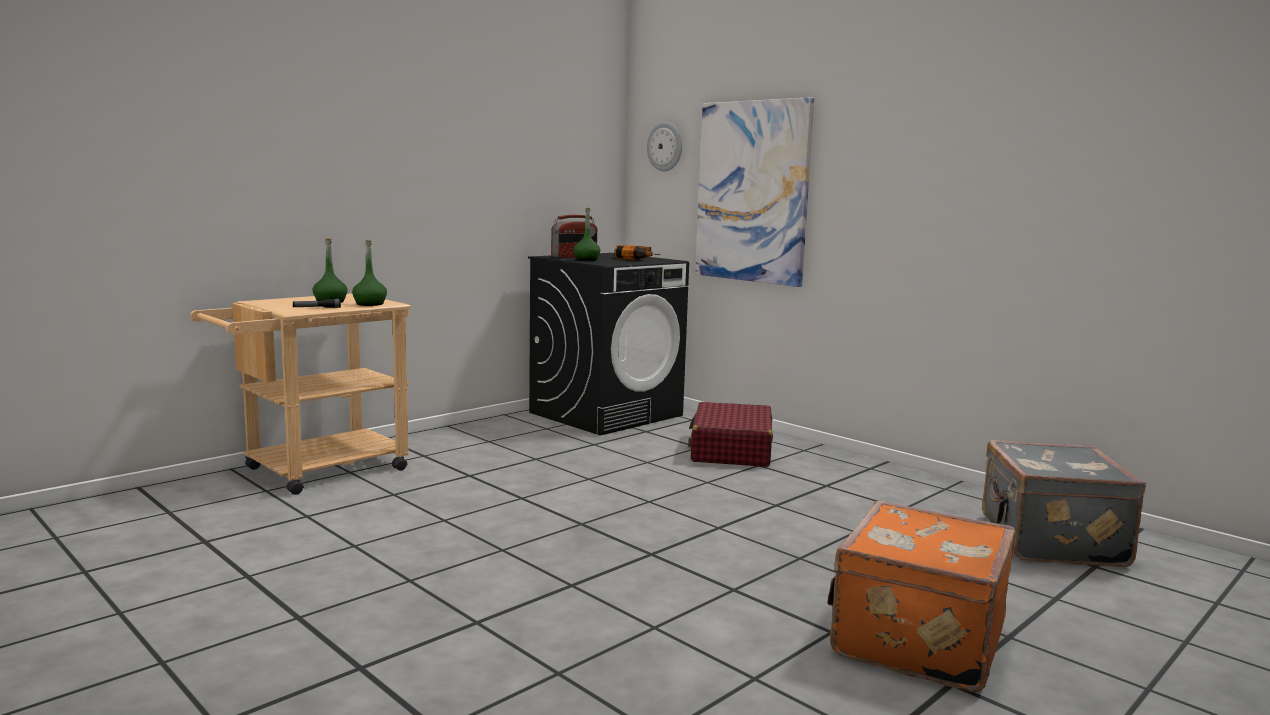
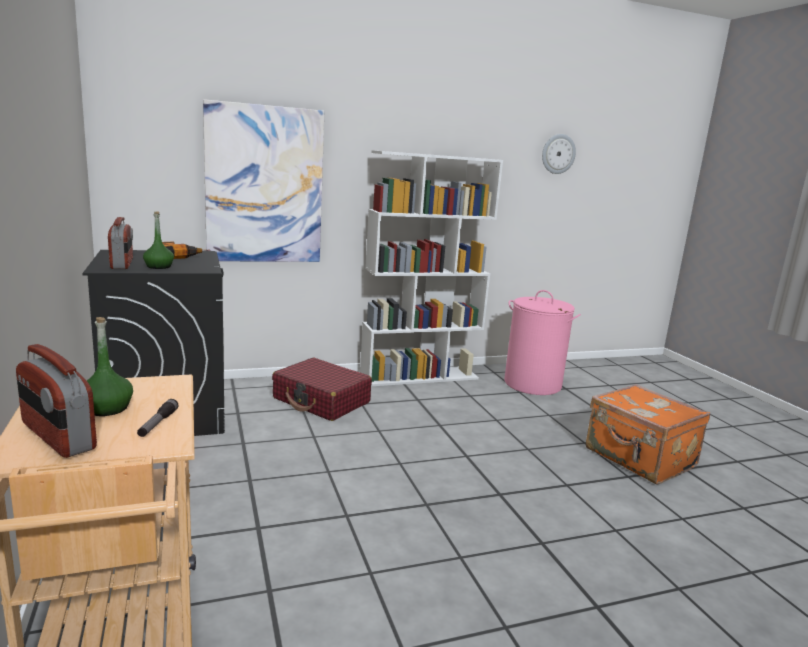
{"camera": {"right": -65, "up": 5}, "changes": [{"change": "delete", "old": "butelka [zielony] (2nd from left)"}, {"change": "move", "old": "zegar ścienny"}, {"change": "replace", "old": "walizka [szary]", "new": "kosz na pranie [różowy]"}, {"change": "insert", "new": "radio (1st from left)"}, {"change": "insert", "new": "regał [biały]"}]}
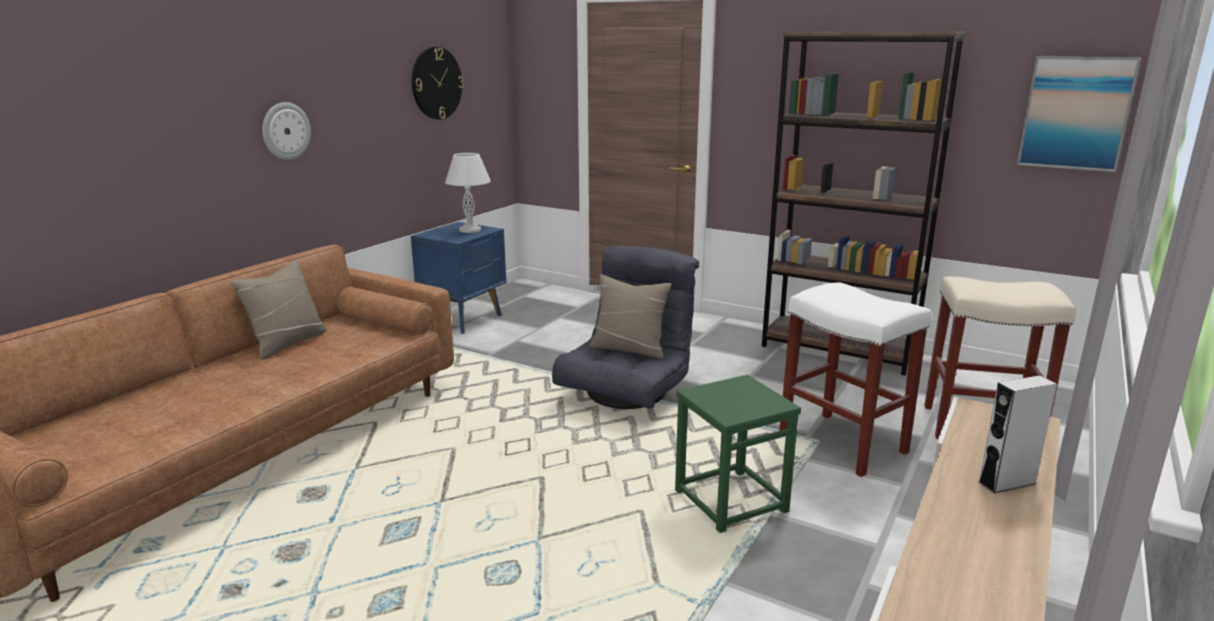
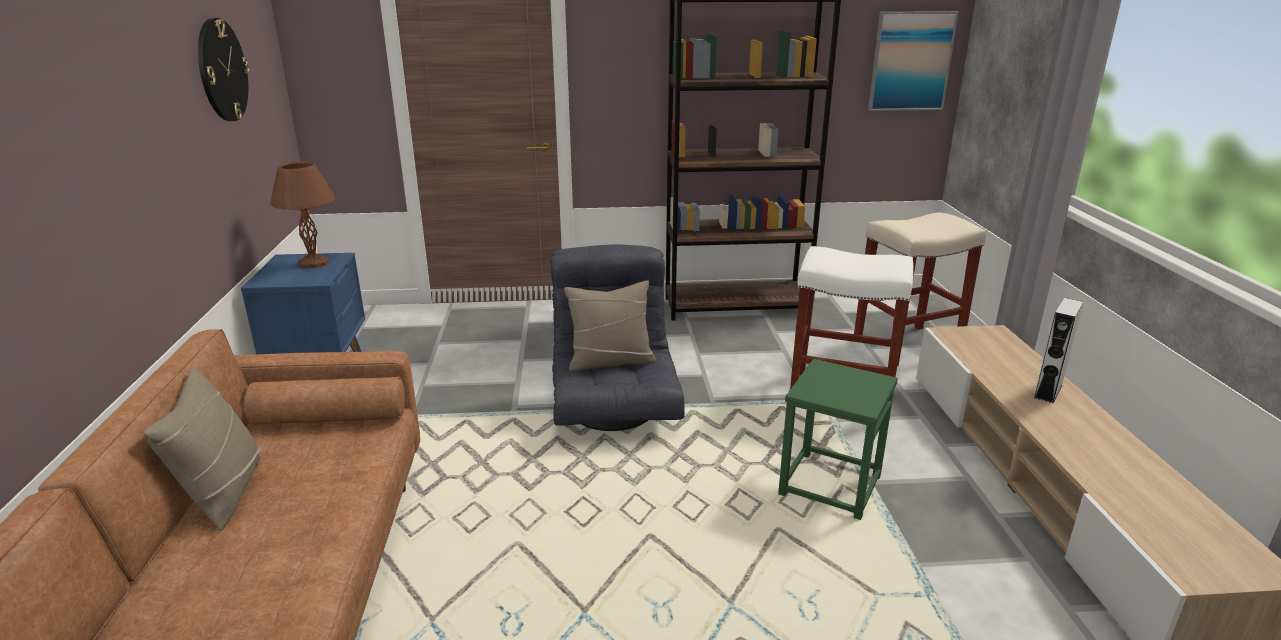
{"camera": {"right": -35, "up": 5}, "changes": [{"change": "delete", "old": "zegar ścienny (1st from left)"}, {"change": "recolor", "old": "lampa stołowa [biały]", "new": "lampa stołowa [brązowy]"}]}
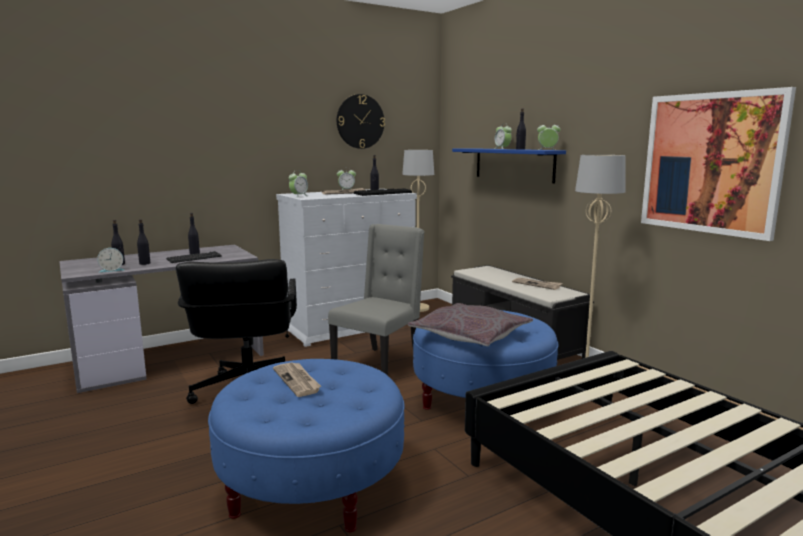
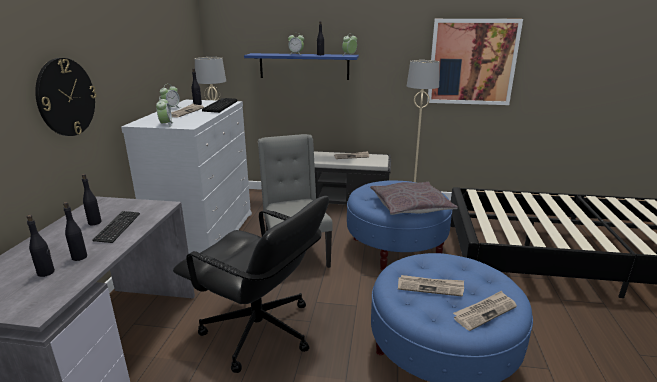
{"camera": {"right": -50, "up": 10}, "changes": [{"change": "delete", "old": "budzik (1st from left)"}, {"change": "move", "old": "zegar ścienny"}, {"change": "insert", "new": "gazeta (4th from left)"}]}
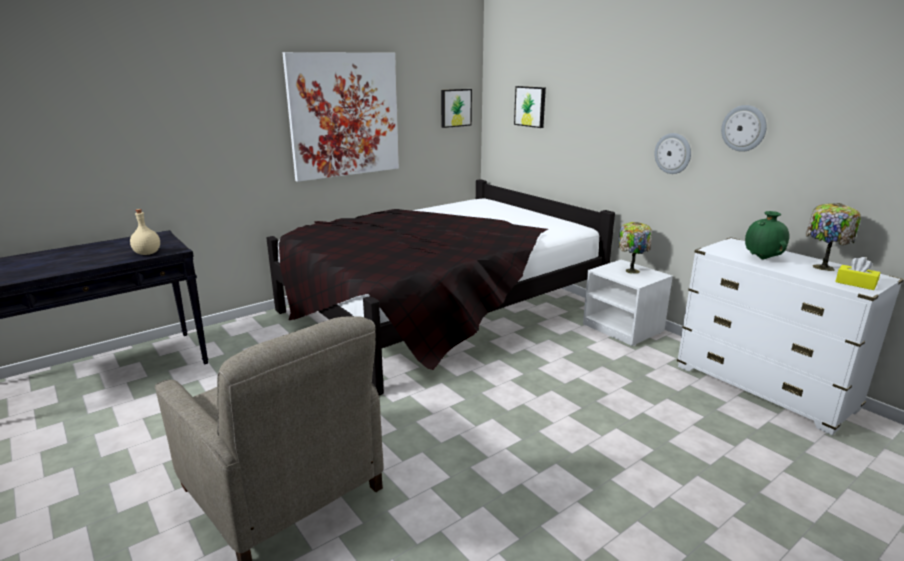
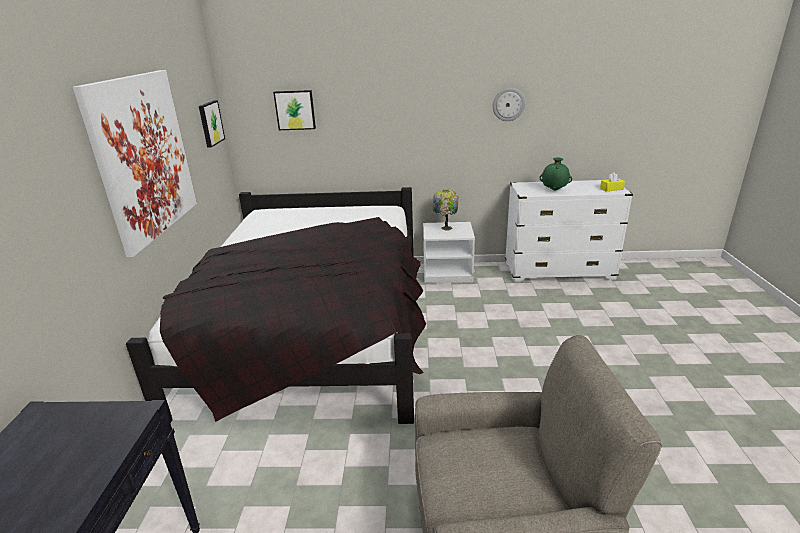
{"camera": {"right": -50, "up": 5}, "changes": [{"change": "delete", "old": "butelka [beżowy]"}, {"change": "delete", "old": "zegar ścienny (1st from left)"}, {"change": "delete", "old": "lampa stołowa (2nd from left)"}]}
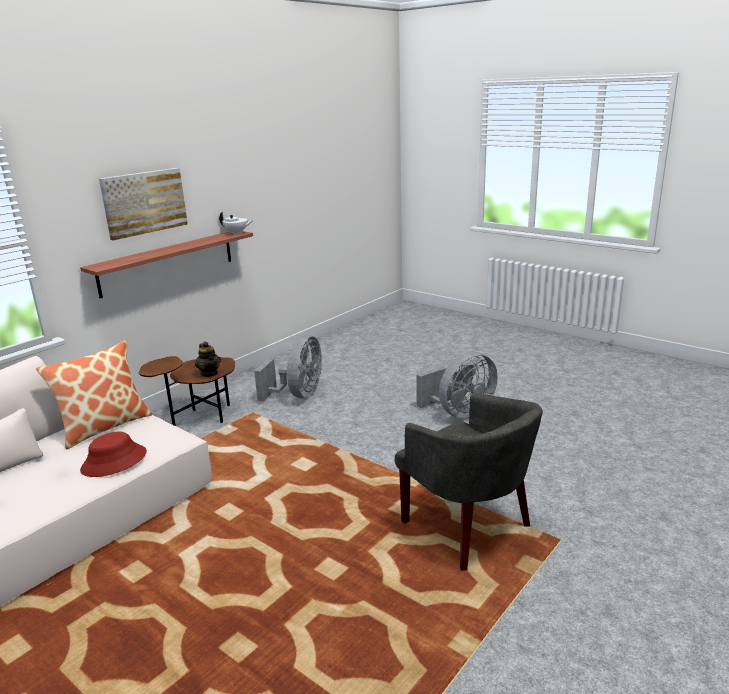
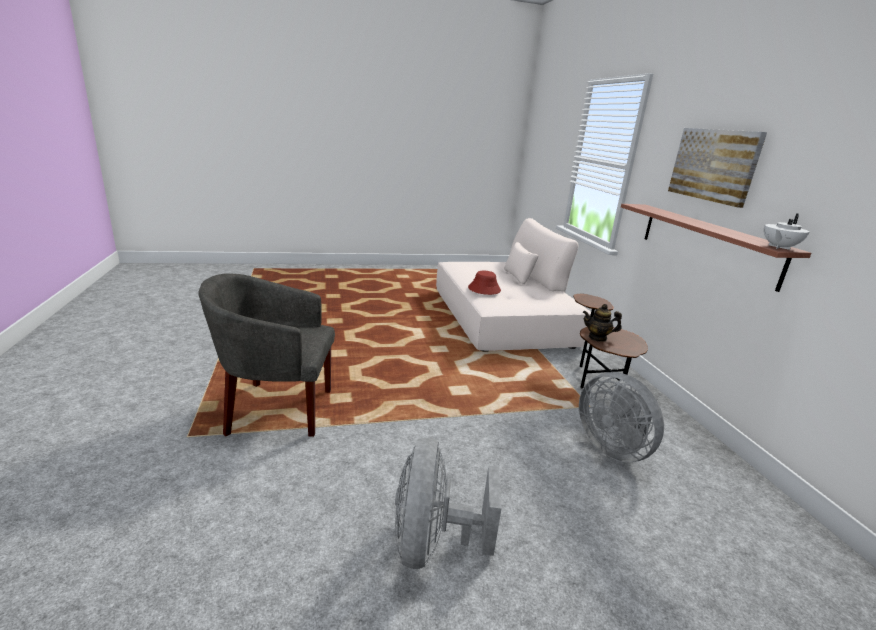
{"camera": {"right": 125, "up": 0}, "changes": [{"change": "delete", "old": "poduszka"}]}
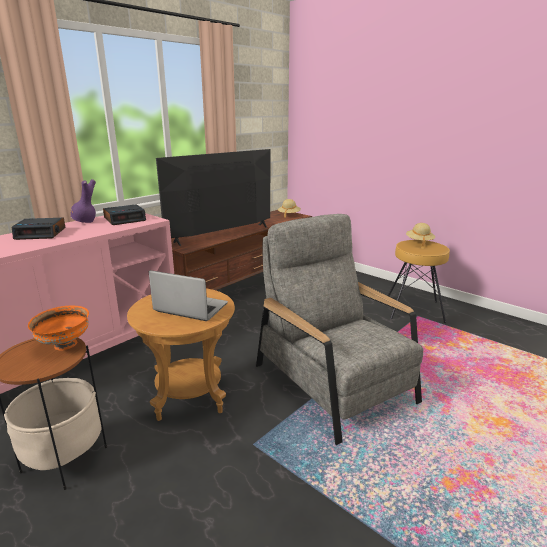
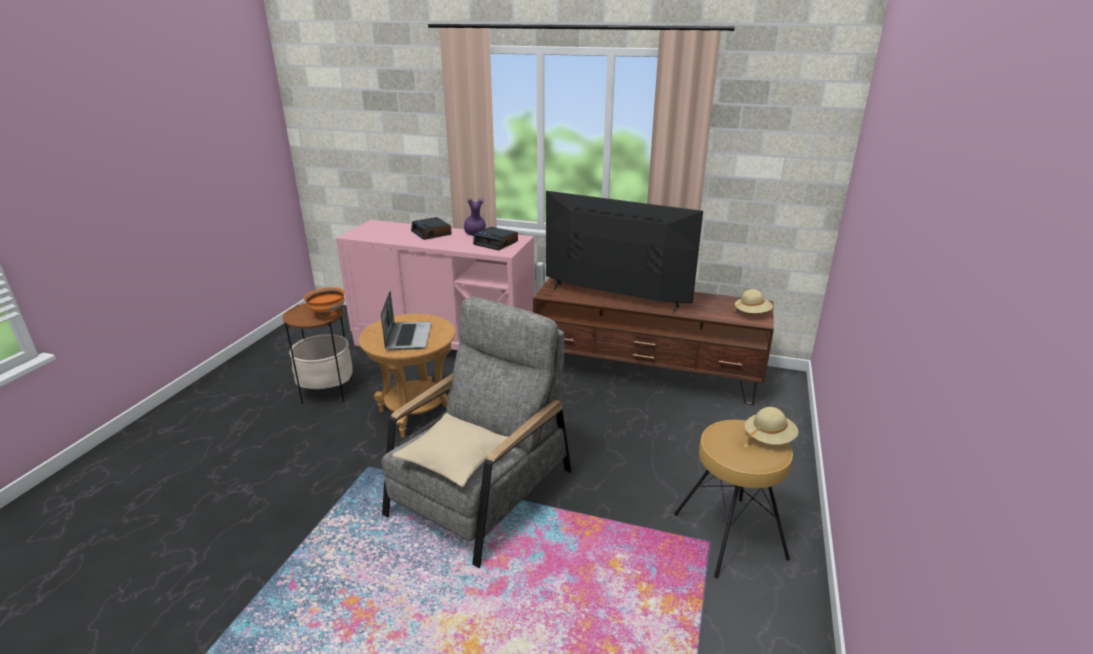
{"camera": {"right": 65, "up": 5}, "changes": [{"change": "insert", "new": "poduszka [beżowy]"}]}
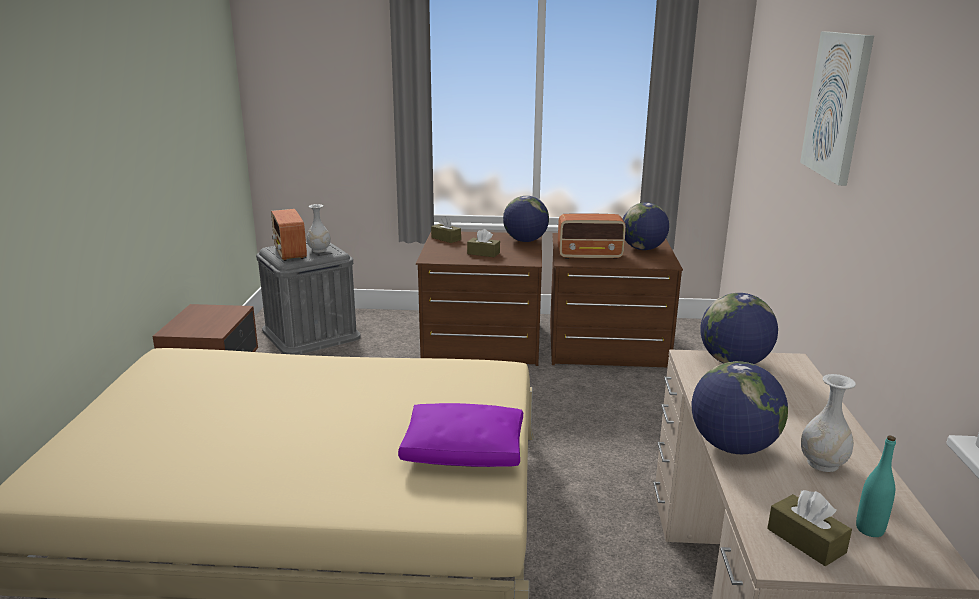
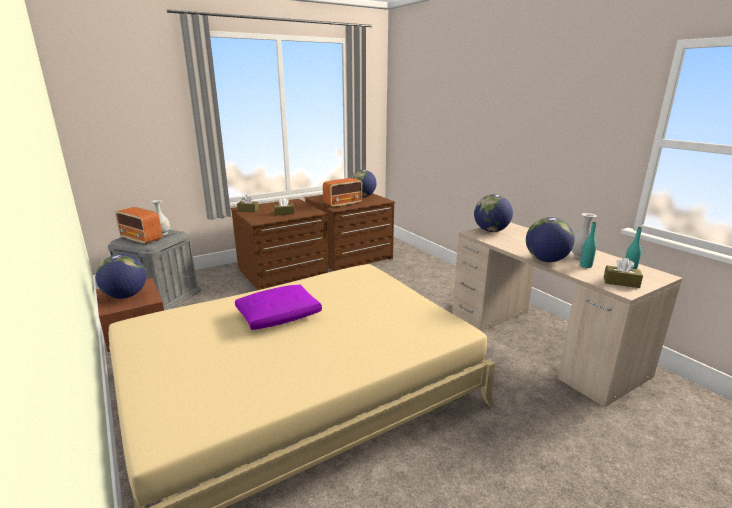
{"camera": {"right": -35, "up": 0}, "changes": [{"change": "move", "old": "poduszka [fioletowy]"}, {"change": "move", "old": "globus (1st from left)"}, {"change": "delete", "old": "obraz"}, {"change": "insert", "new": "butelka [turkusowy] (1st from left)"}]}
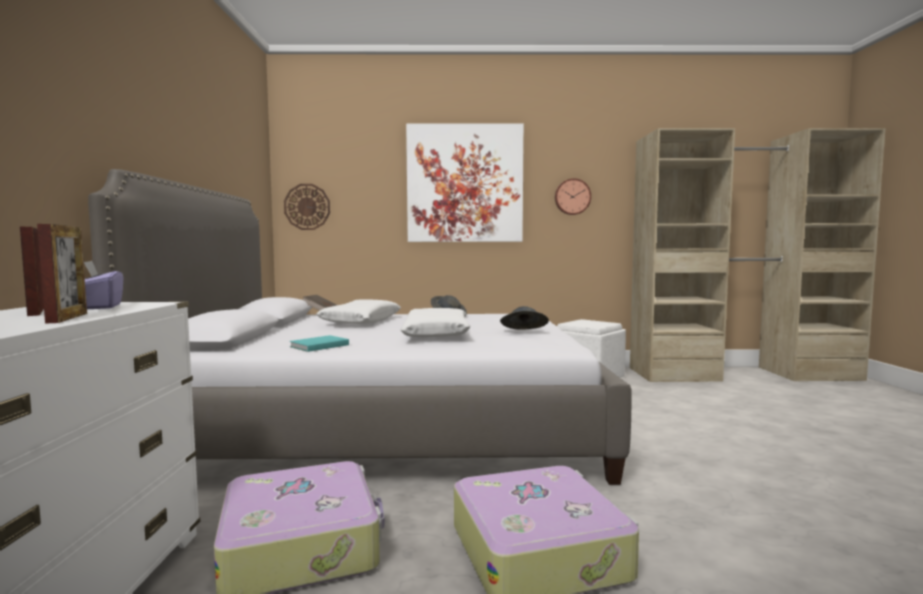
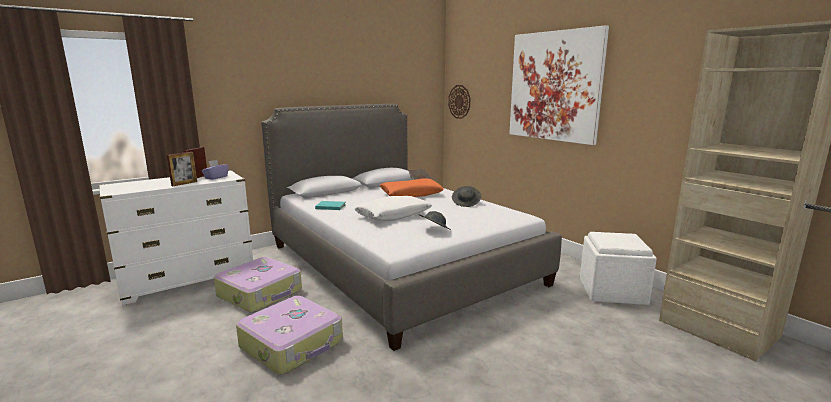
{"camera": {"right": 55, "up": 10}, "changes": [{"change": "recolor", "old": "poduszka [biały] (1st from left)", "new": "poduszka [pomarańczowy]"}, {"change": "delete", "old": "zegar ścienny (2nd from left)"}]}
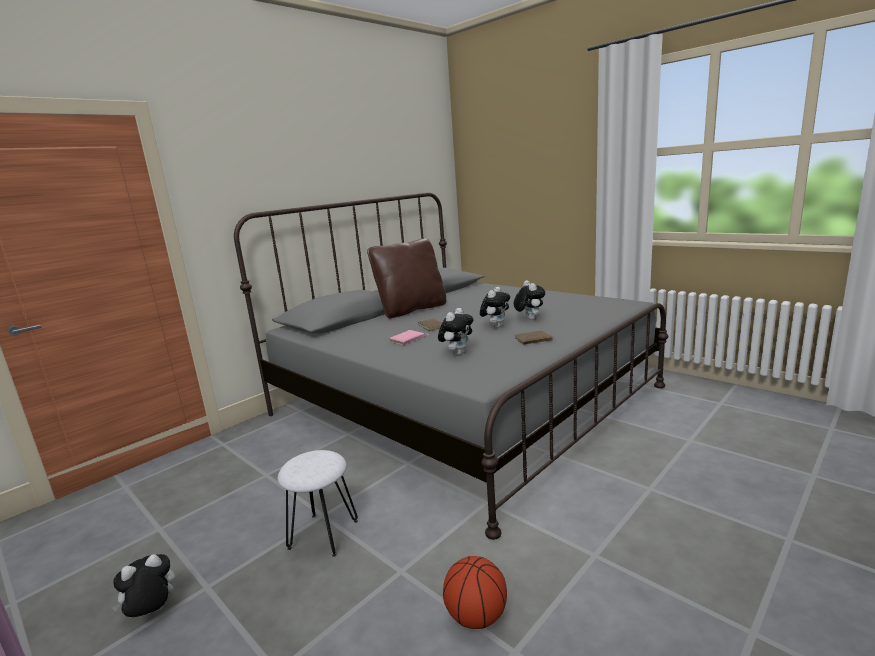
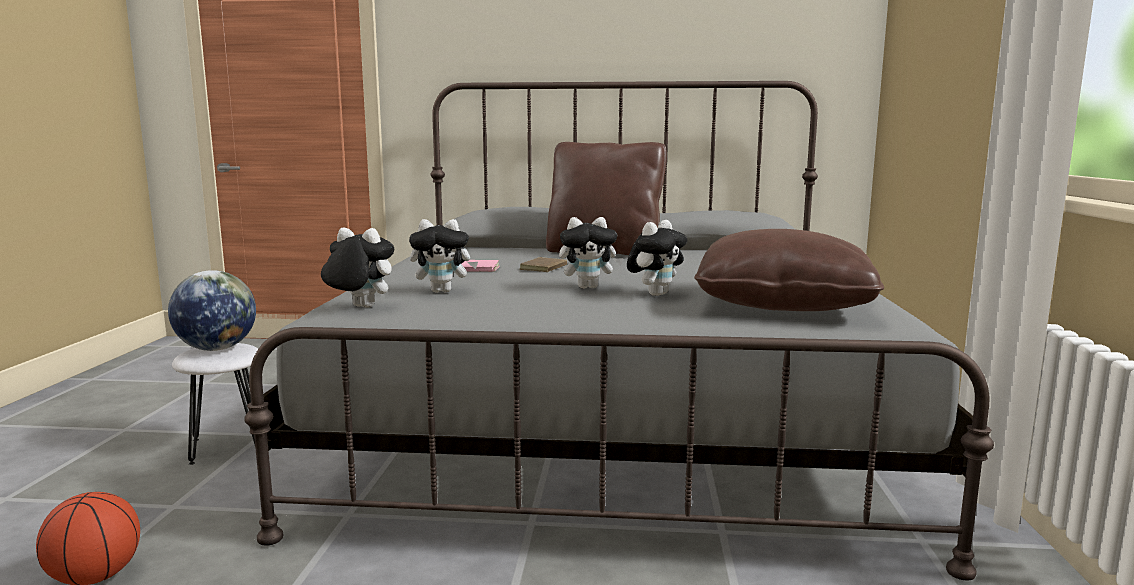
{"camera": {"right": 50, "up": -5}, "changes": [{"change": "move", "old": "pluszak (1st from left)"}, {"change": "delete", "old": "książka [brązowy] (2nd from left)"}, {"change": "insert", "new": "globus"}, {"change": "insert", "new": "poduszka [brązowy] (2nd from left)"}]}
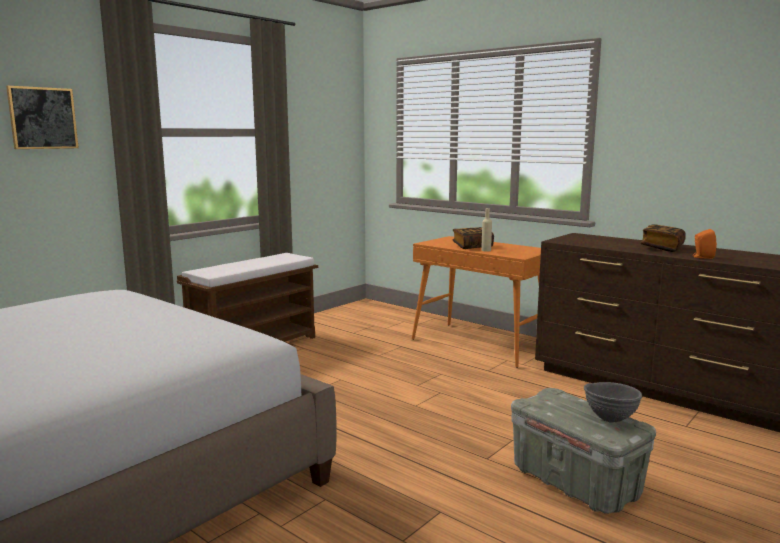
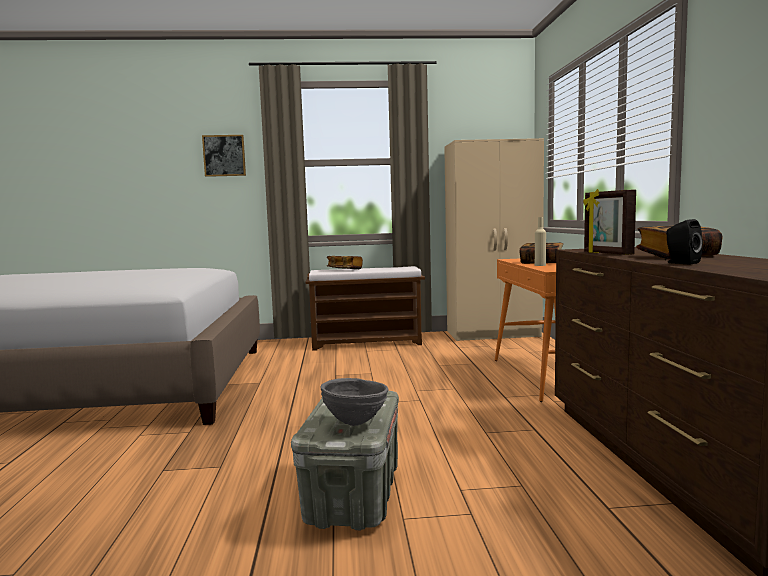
{"camera": {"right": 45, "up": -5}, "changes": [{"change": "recolor", "old": "głośnik [pomarańczowy]", "new": "głośnik [czarny]"}, {"change": "insert", "new": "książka (1st from left)"}, {"change": "insert", "new": "szafa [beżowy]"}, {"change": "insert", "new": "ramka na zdjęcie"}]}
